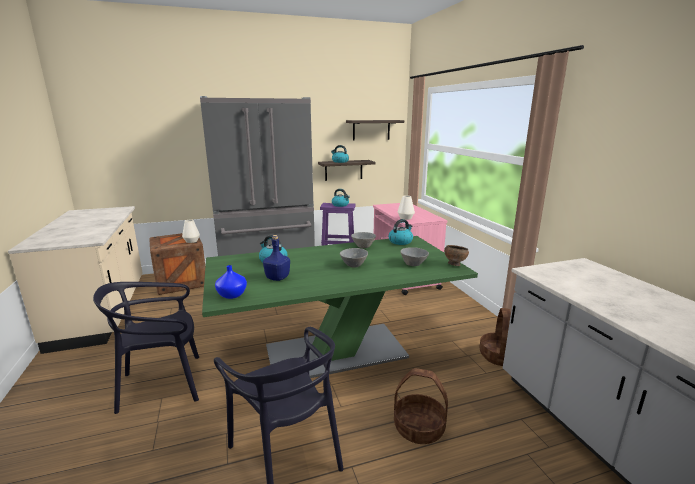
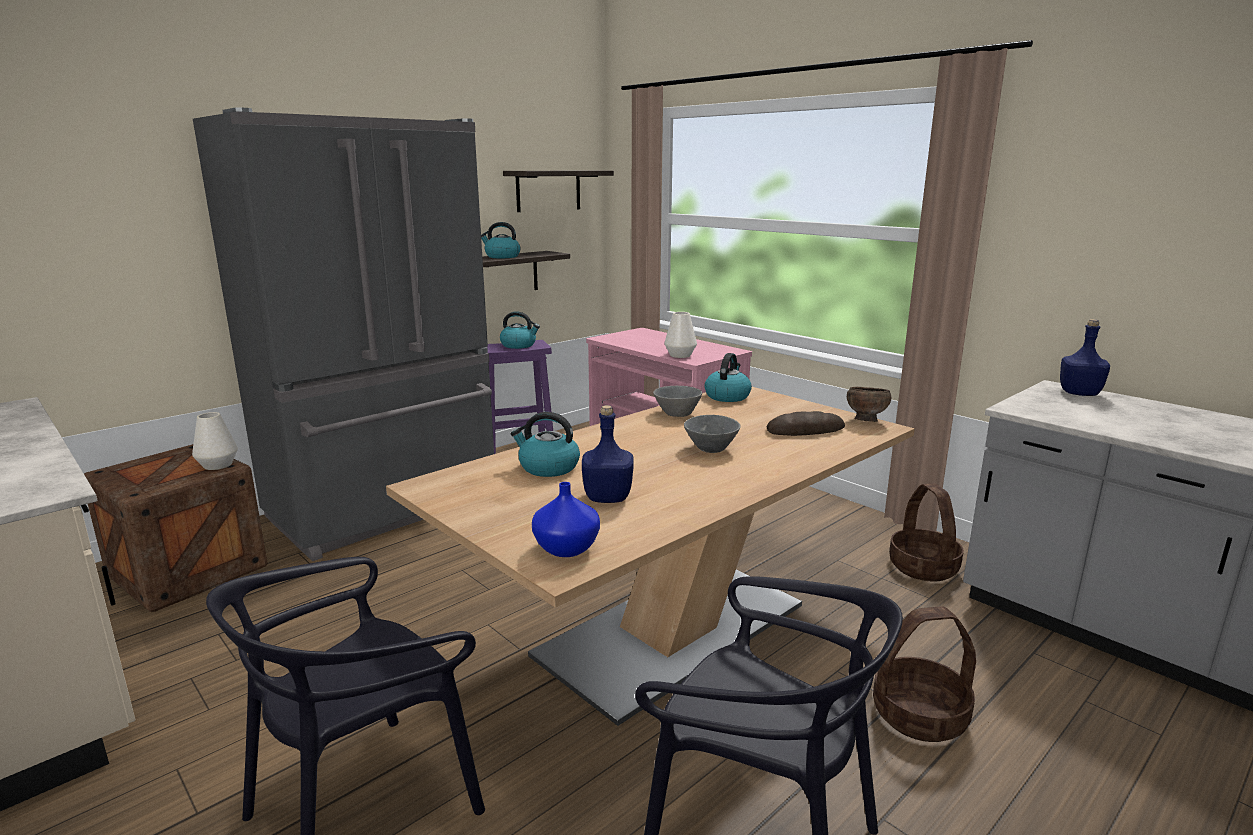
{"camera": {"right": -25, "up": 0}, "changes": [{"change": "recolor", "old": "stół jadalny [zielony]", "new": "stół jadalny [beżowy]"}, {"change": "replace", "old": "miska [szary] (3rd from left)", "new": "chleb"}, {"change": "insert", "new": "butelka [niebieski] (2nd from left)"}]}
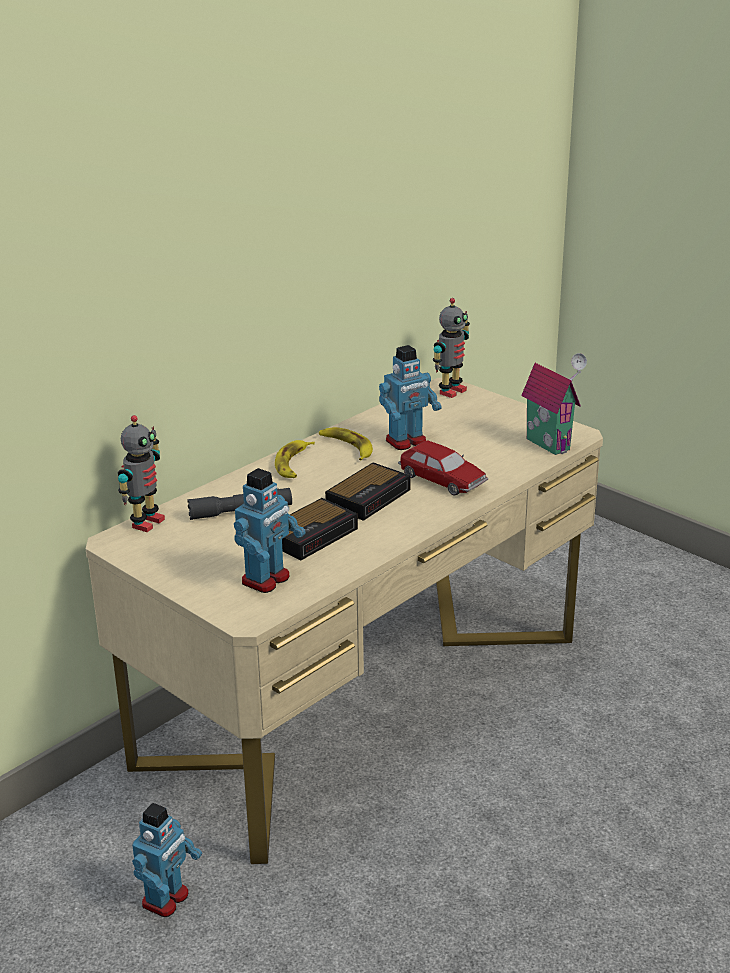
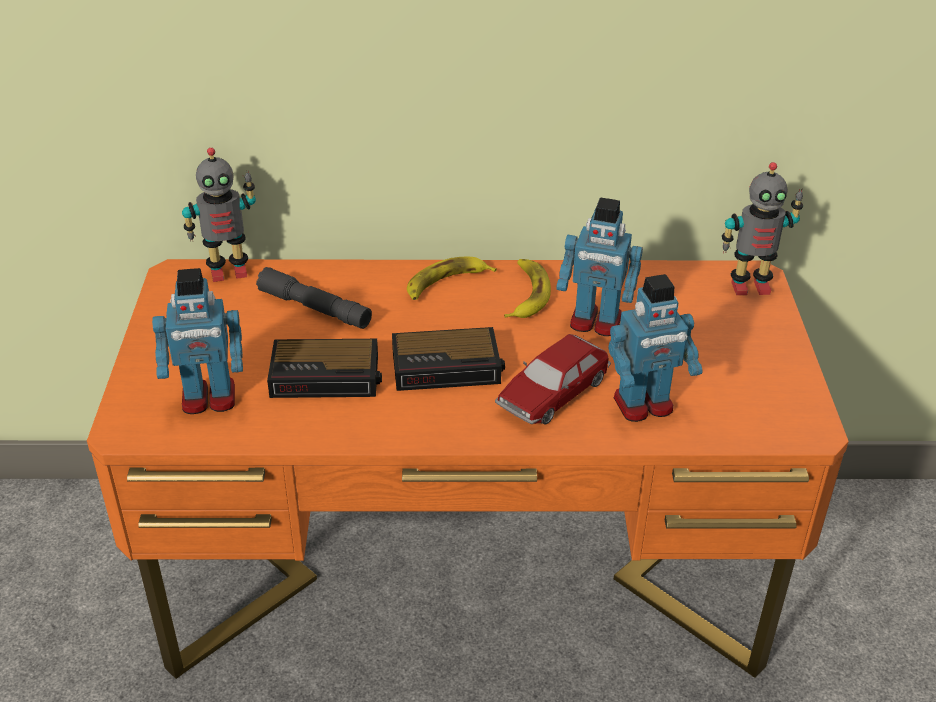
{"camera": {"right": 45, "up": 10}, "changes": [{"change": "recolor", "old": "biurko [beżowy]", "new": "biurko [pomarańczowy]"}, {"change": "move", "old": "robot zabawkowy (2nd from left in the first image)", "new": "robot zabawkowy (4th from left)"}, {"change": "rotate", "old": "samochodzik", "degrees": 45}, {"change": "delete", "old": "domek"}]}
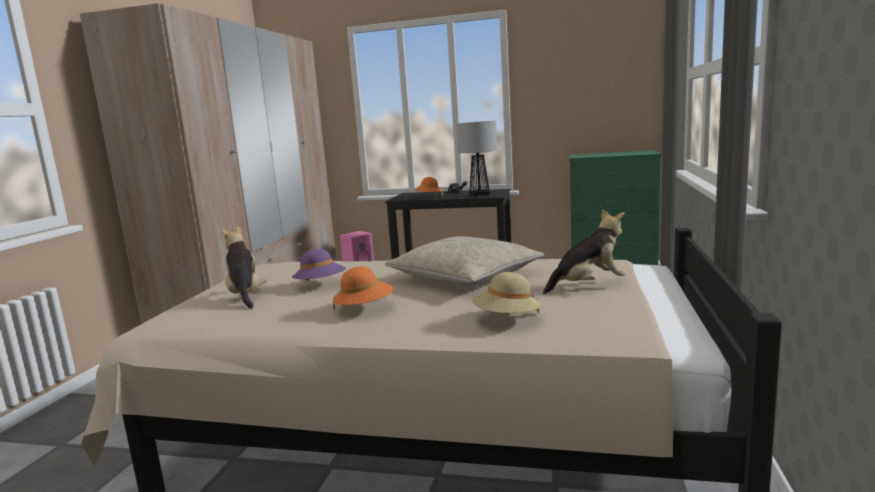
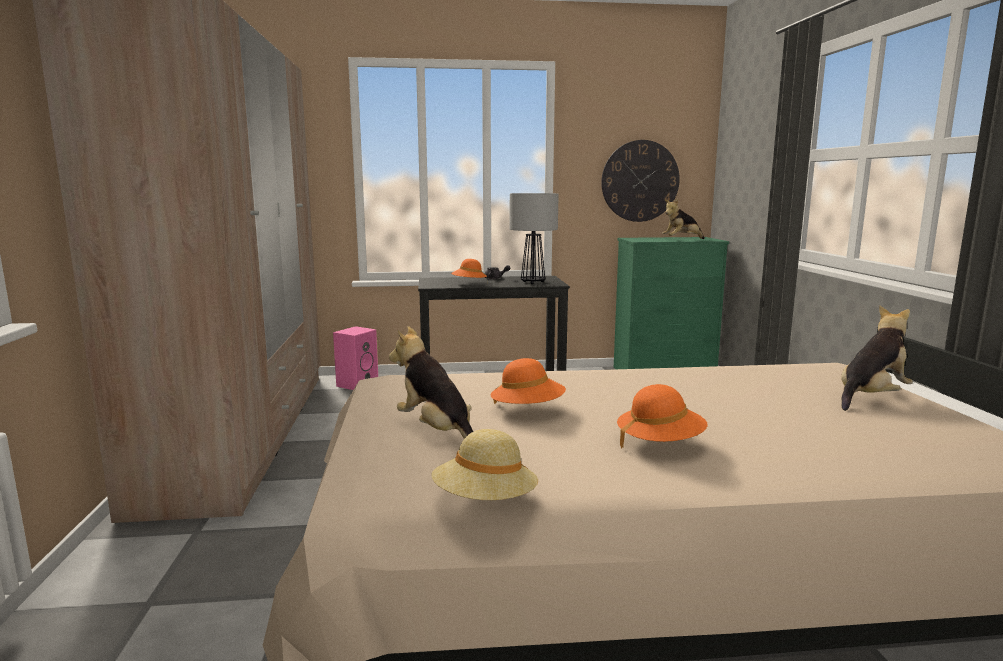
{"camera": {"right": -20, "up": 0}, "changes": [{"change": "recolor", "old": "kapelusz [fioletowy]", "new": "kapelusz [pomarańczowy] (2nd from left)"}, {"change": "delete", "old": "poduszka [beżowy]"}, {"change": "move", "old": "kapelusz [beżowy]"}, {"change": "insert", "new": "zegar ścienny"}, {"change": "insert", "new": "pluszak (2nd from left)"}]}
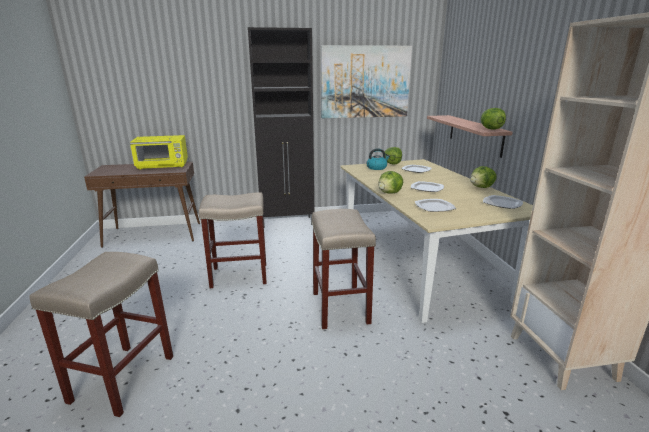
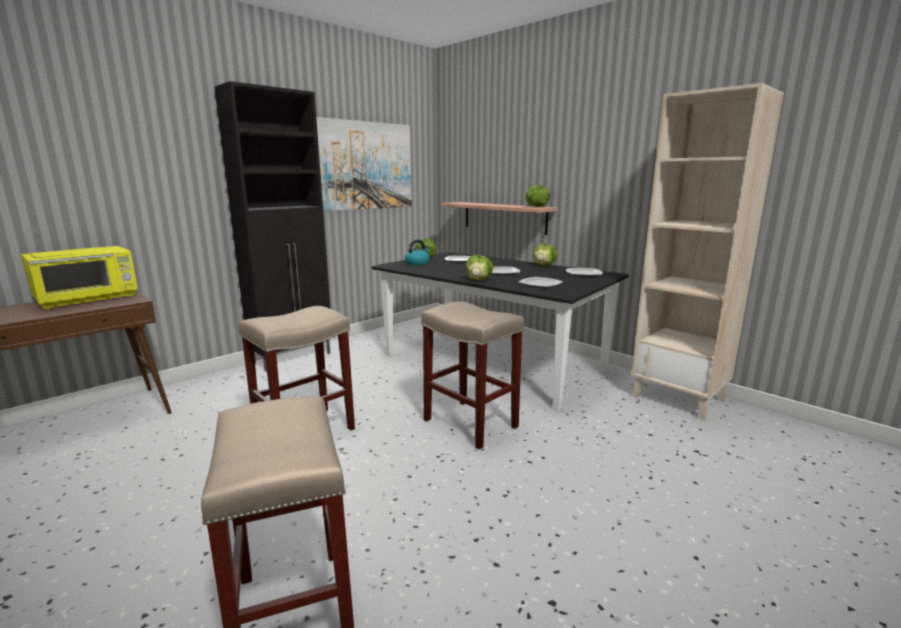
{"camera": {"right": -35, "up": -5}, "changes": [{"change": "recolor", "old": "stół jadalny [beżowy]", "new": "stół jadalny [czarny]"}]}
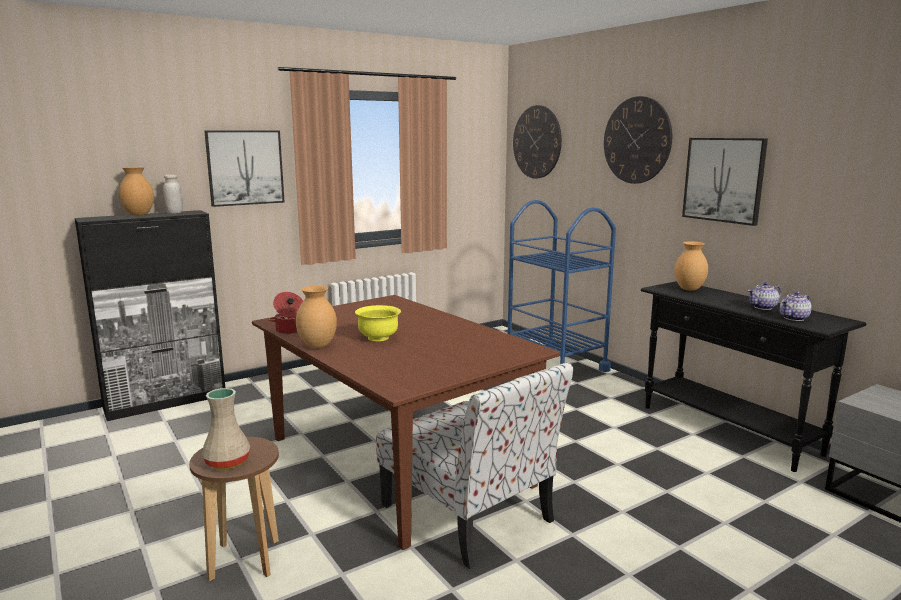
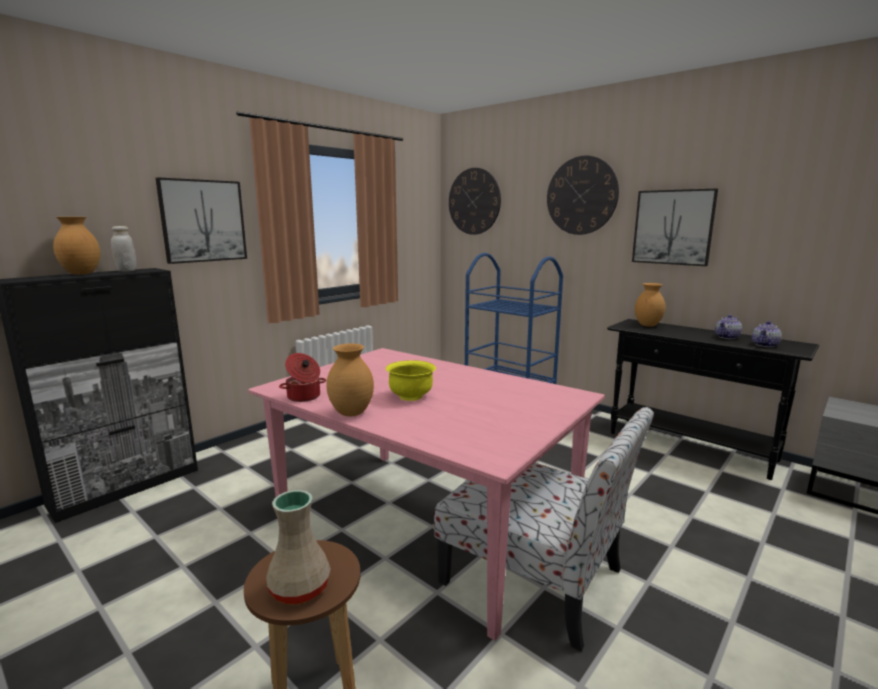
{"camera": {"right": -15, "up": 0}, "changes": [{"change": "recolor", "old": "stół jadalny [brązowy]", "new": "stół jadalny [różowy]"}]}
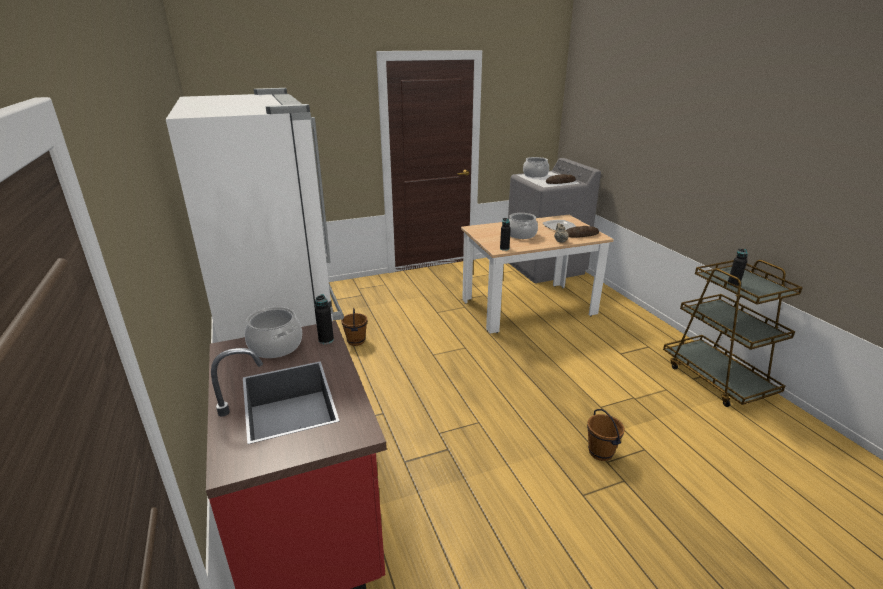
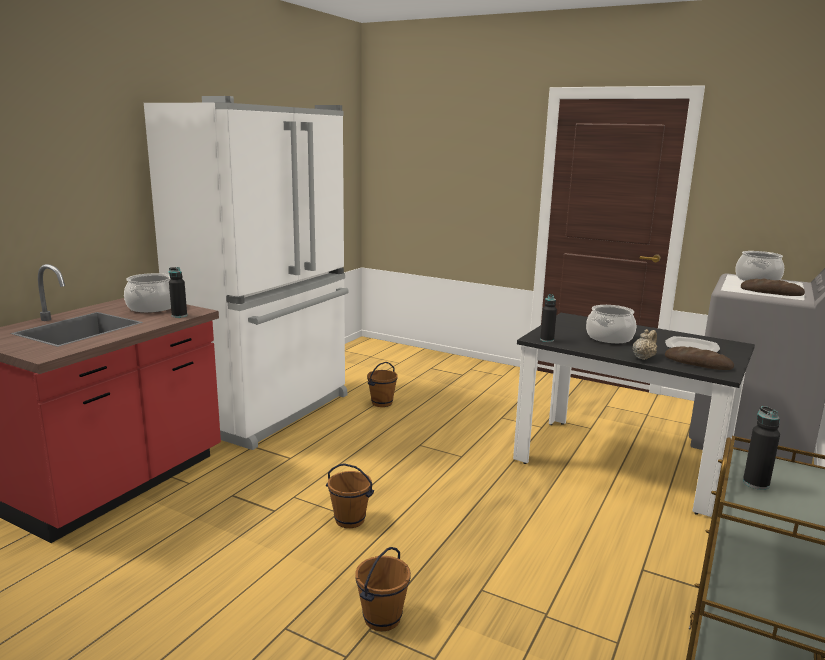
{"camera": {"right": 50, "up": -10}, "changes": [{"change": "recolor", "old": "stół jadalny [beżowy]", "new": "stół jadalny [czarny]"}, {"change": "insert", "new": "wiadro [brązowy] (1st from left)"}]}
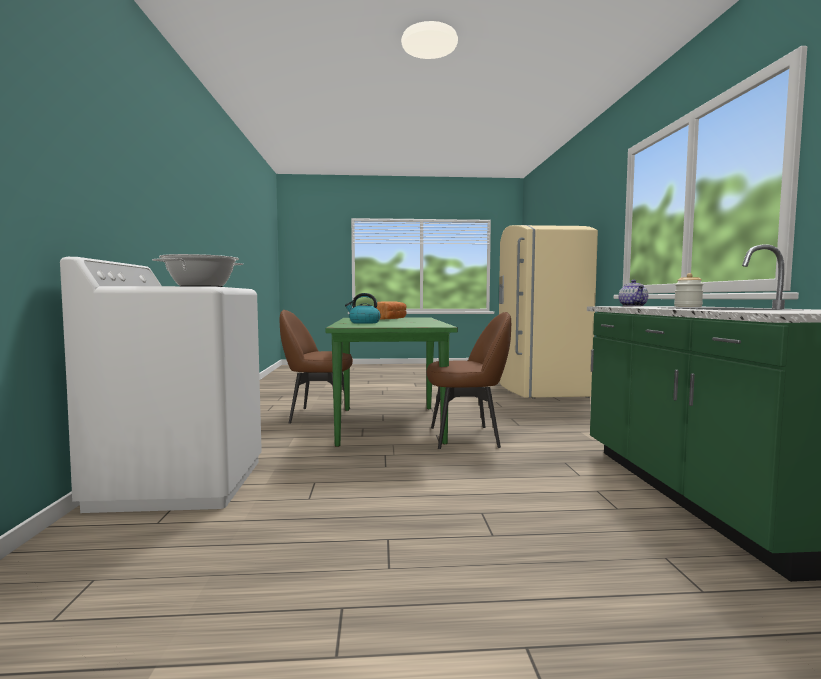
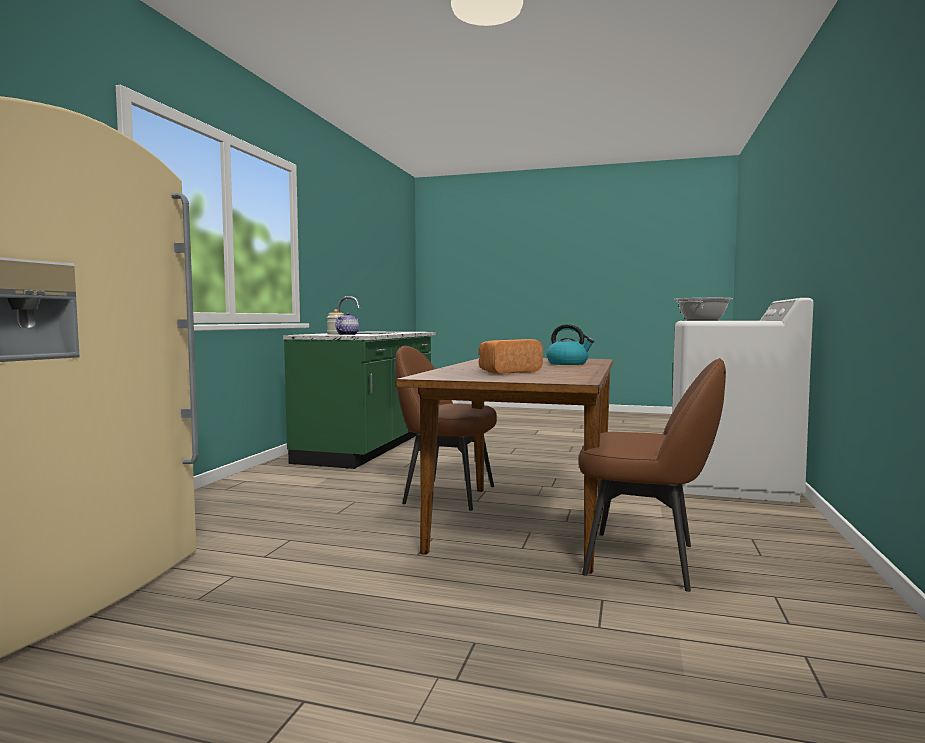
{"camera": {"right": -160, "up": 0}, "changes": [{"change": "recolor", "old": "stół jadalny [zielony]", "new": "stół jadalny [brązowy]"}]}
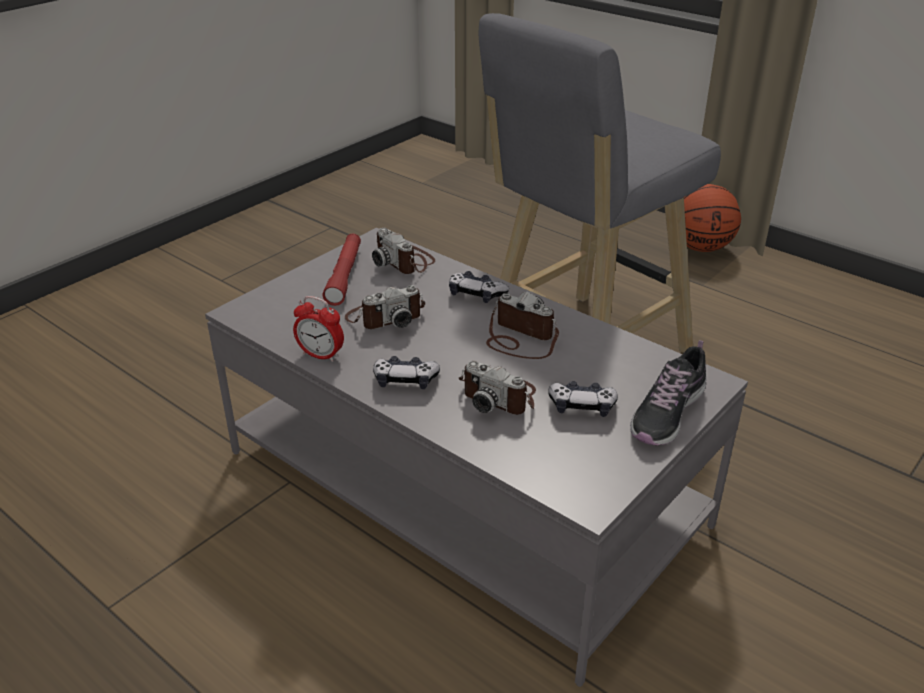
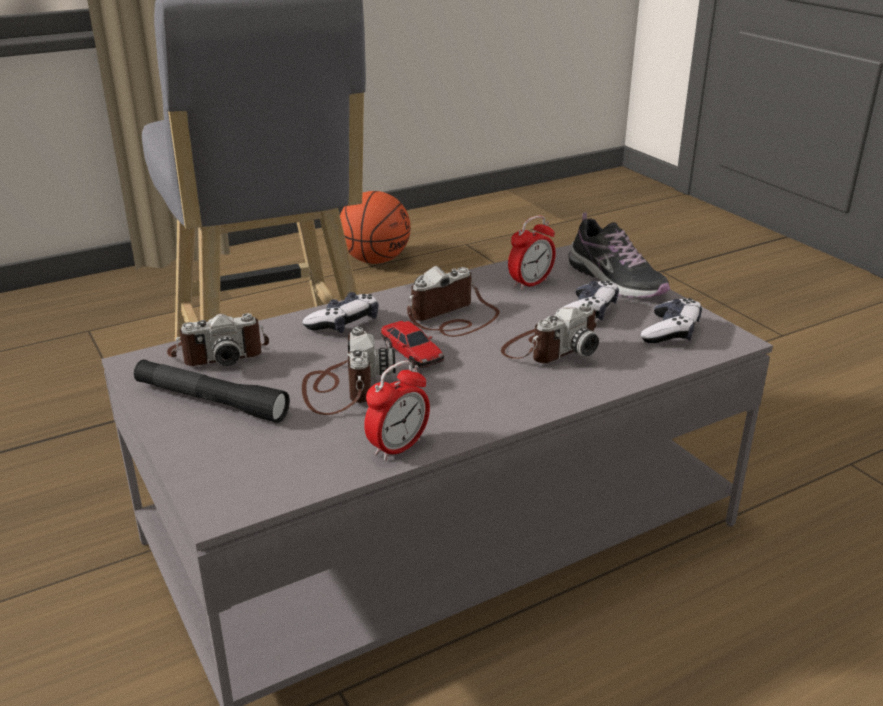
{"camera": {"right": -70, "up": -5}, "changes": [{"change": "recolor", "old": "latarka [czerwony]", "new": "latarka [czarny]"}, {"change": "move", "old": "pad do gier (1st from left in the first image)", "new": "pad do gier (3rd from left)"}, {"change": "move", "old": "piłka do koszykówki"}, {"change": "insert", "new": "samochodzik"}, {"change": "insert", "new": "budzik (2nd from left)"}]}
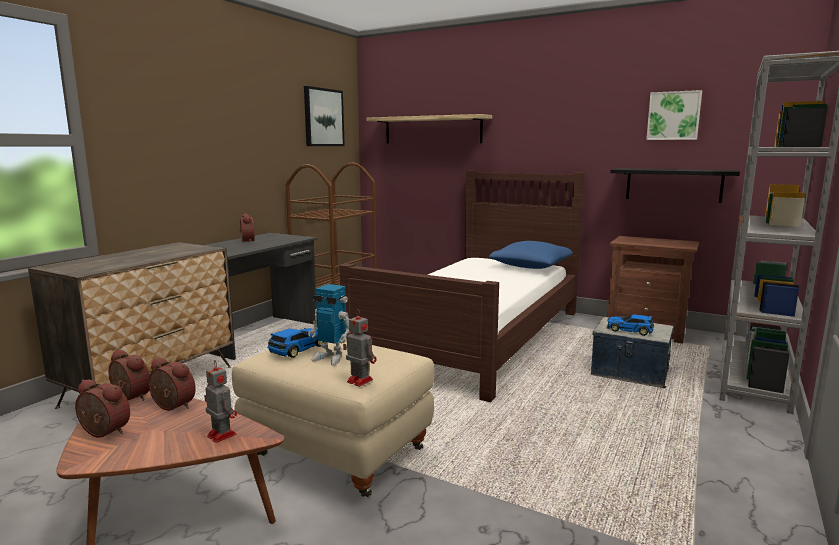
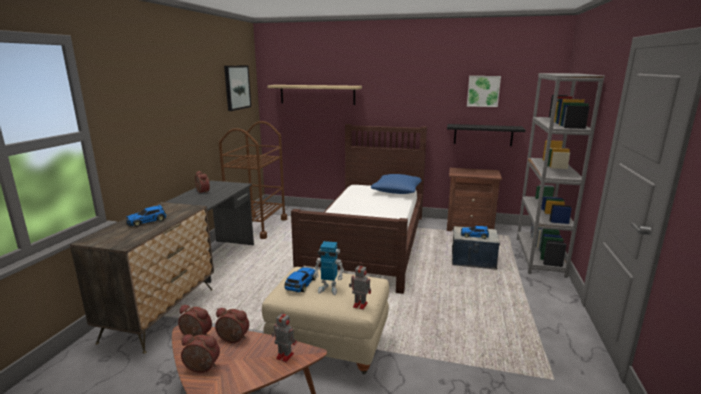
{"camera": {"right": -15, "up": 5}, "changes": [{"change": "insert", "new": "samochodzik (1st from left)"}]}
